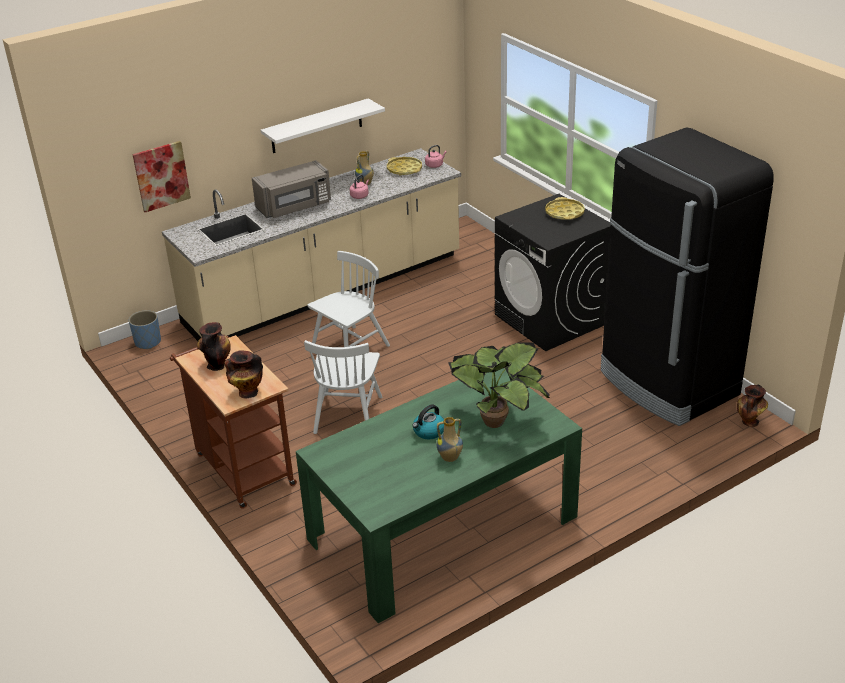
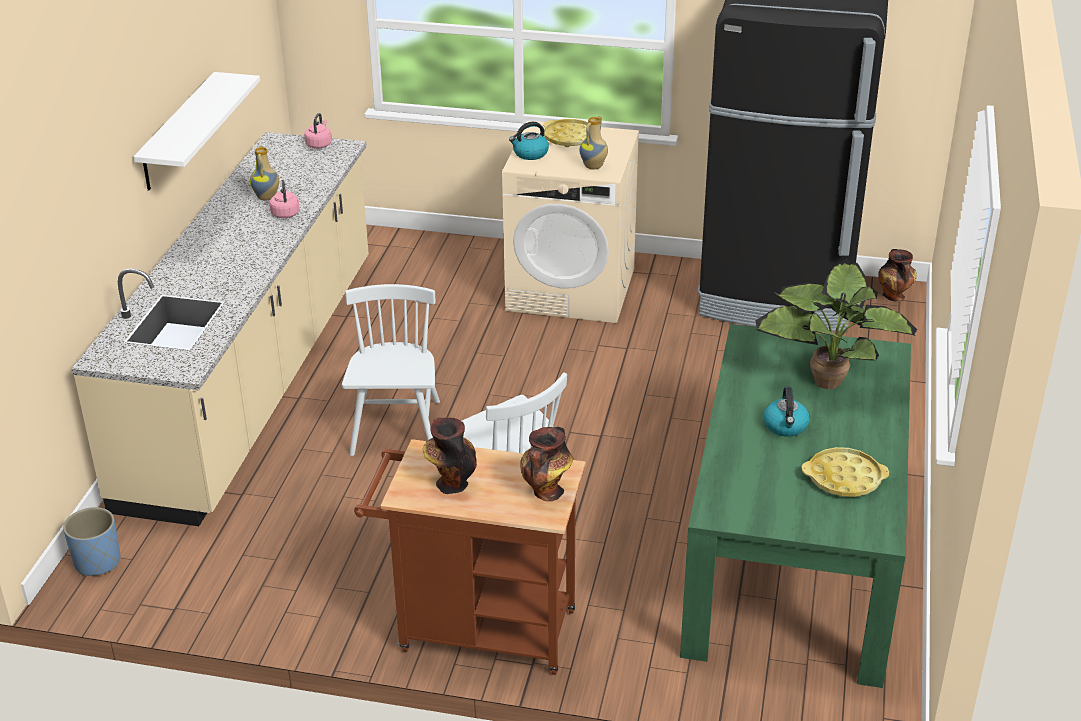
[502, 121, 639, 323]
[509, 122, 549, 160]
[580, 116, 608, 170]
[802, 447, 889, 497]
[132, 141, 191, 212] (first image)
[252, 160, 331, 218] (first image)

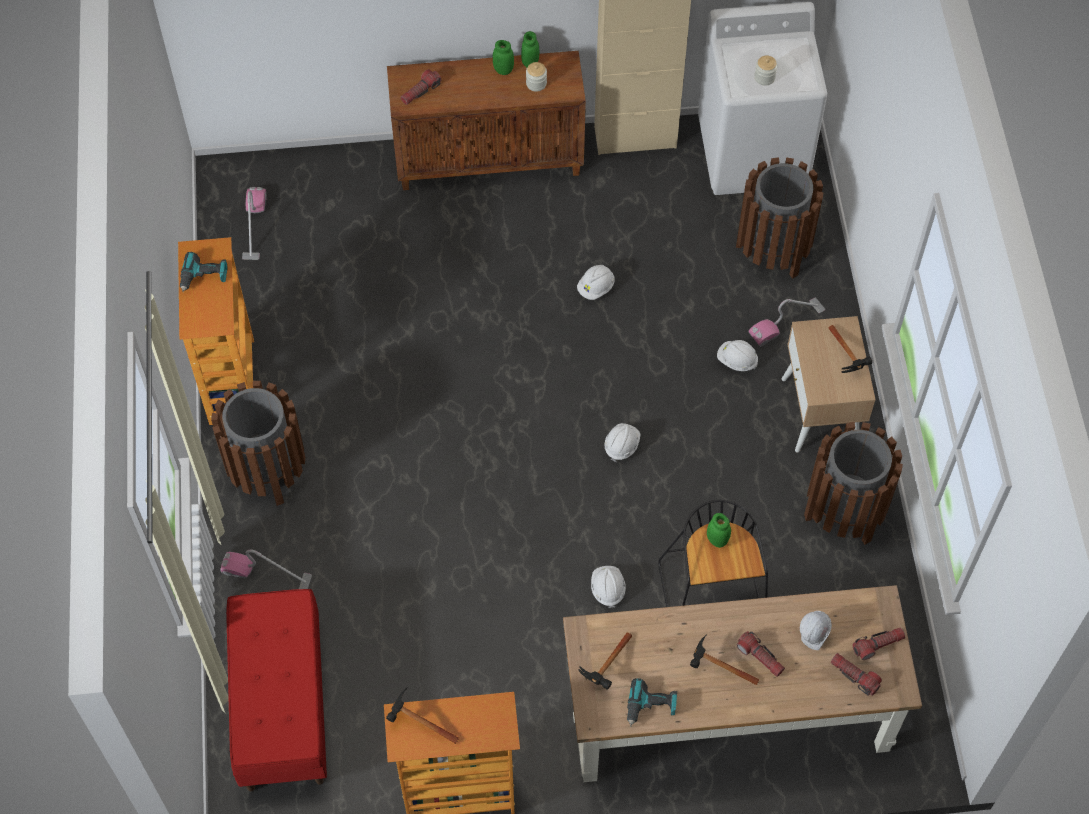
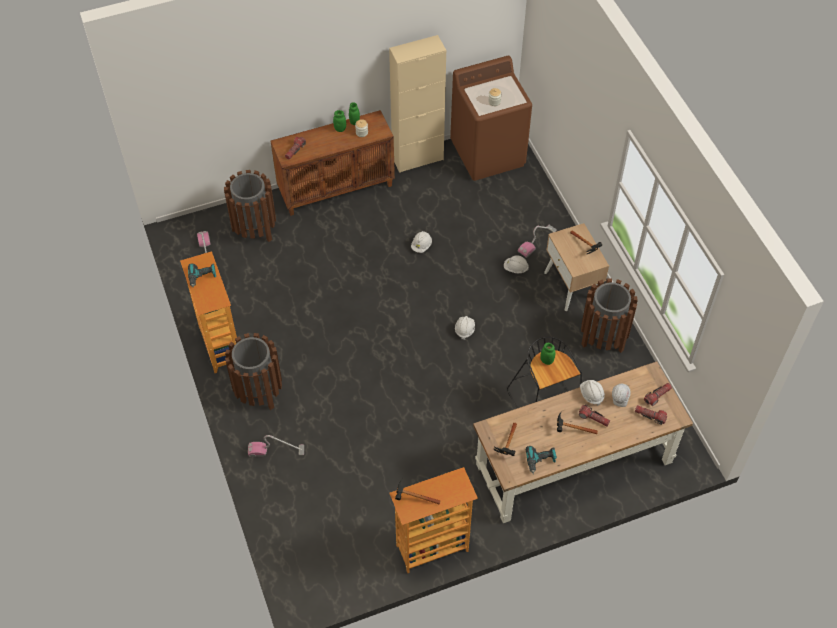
[224, 170, 276, 242]
[450, 56, 532, 181]
[580, 380, 605, 406]
[226, 589, 327, 791] (first image)

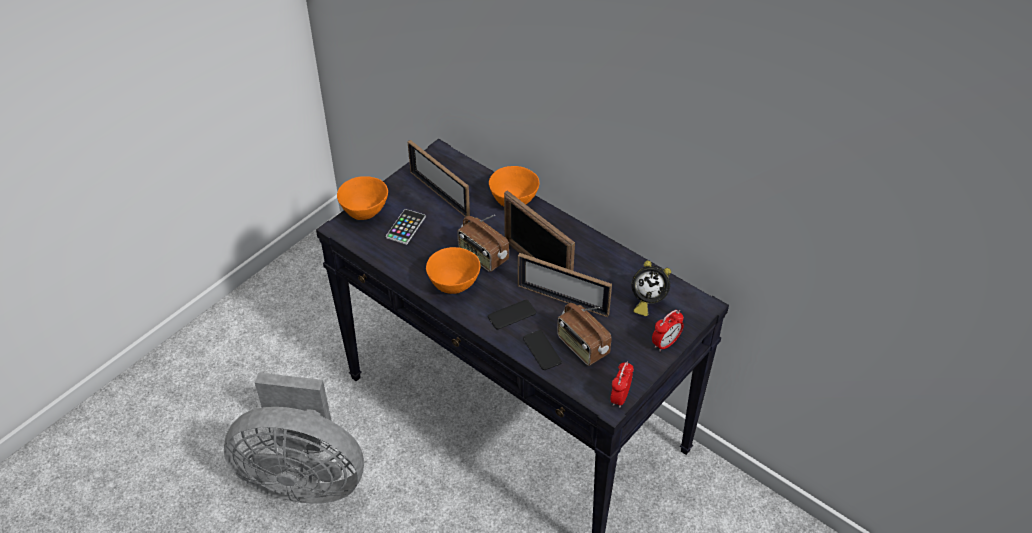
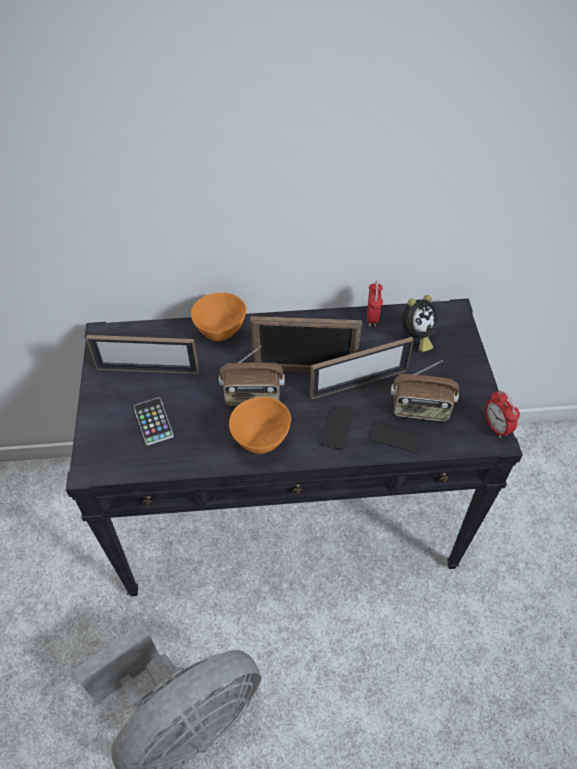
[367, 281, 383, 327]
[337, 176, 388, 220] (first image)

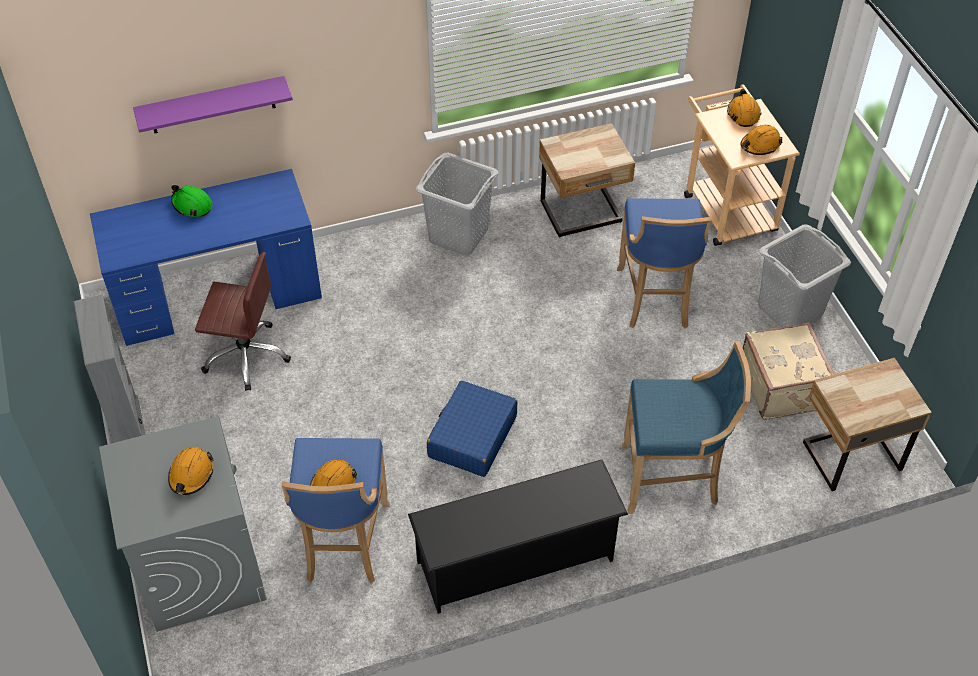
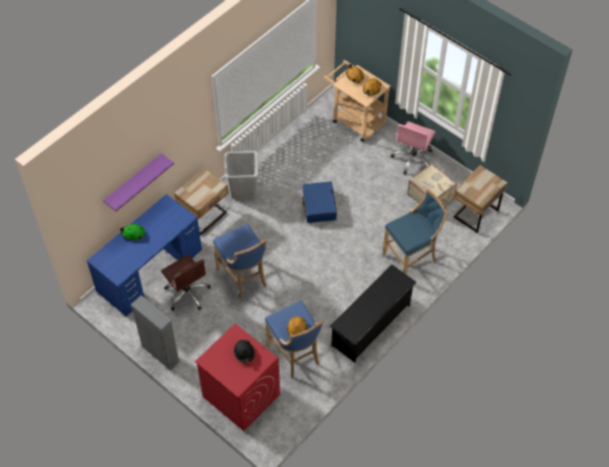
[161, 254, 211, 311]
[174, 168, 229, 235]
[195, 324, 280, 431]
[213, 224, 267, 299]
[234, 340, 255, 363]
[302, 181, 337, 223]
[391, 121, 435, 174]

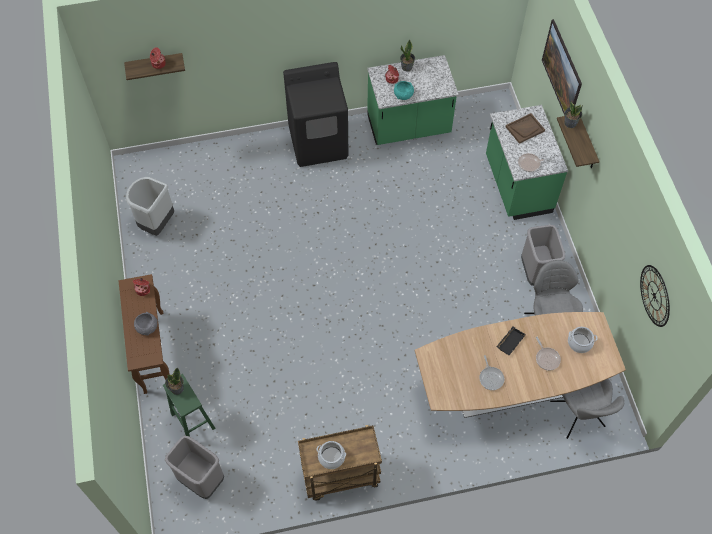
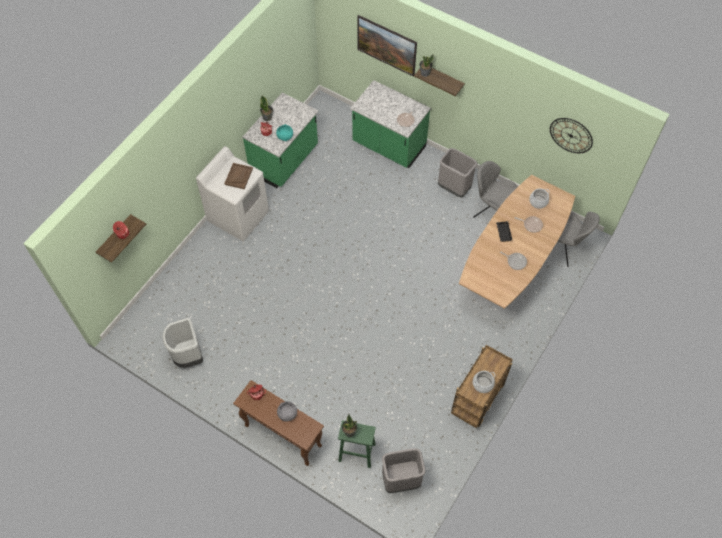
[196, 146, 269, 241]
[224, 163, 253, 189]

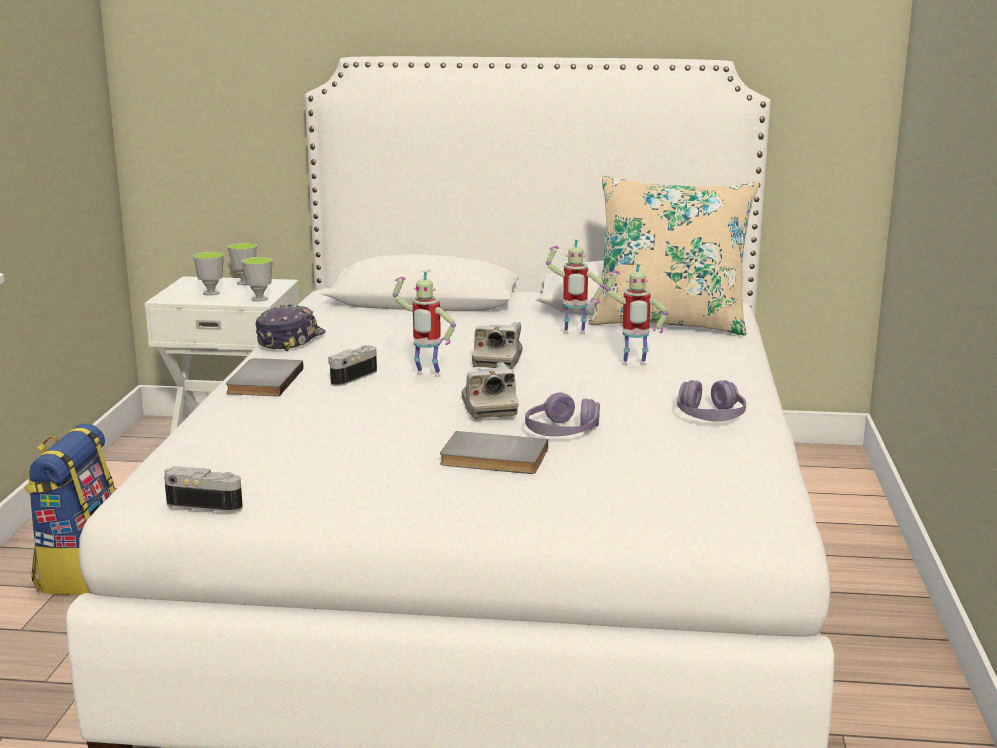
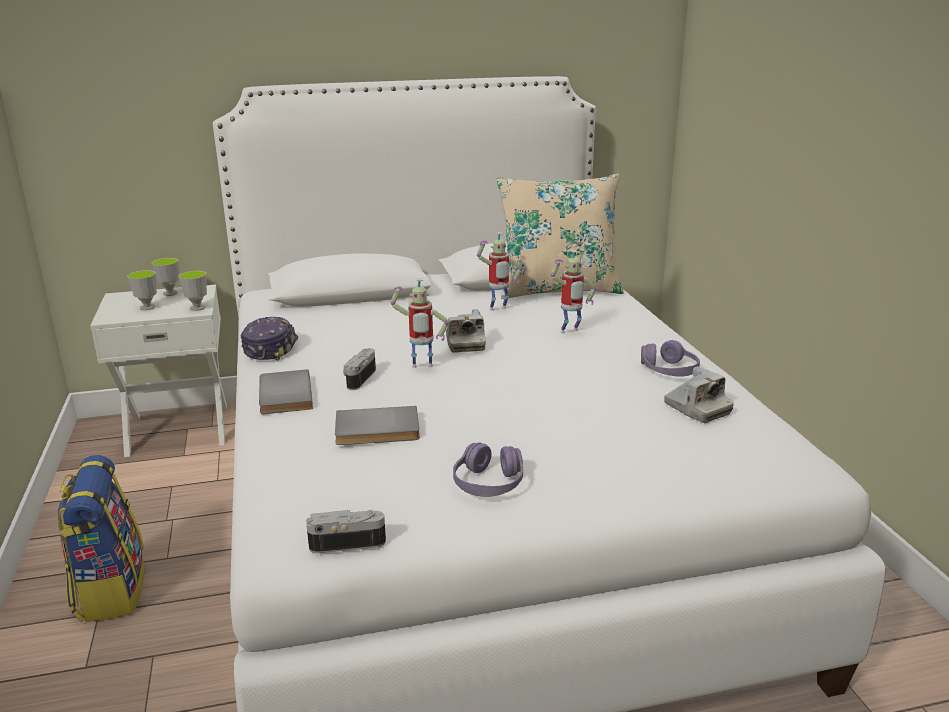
[335, 406, 420, 445]
[453, 442, 523, 497]
[664, 366, 734, 423]

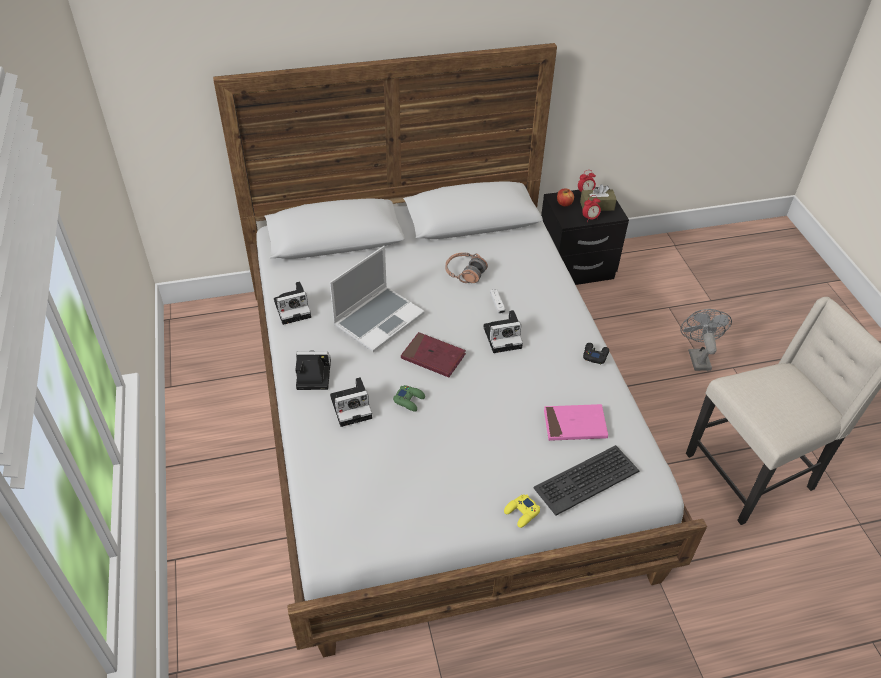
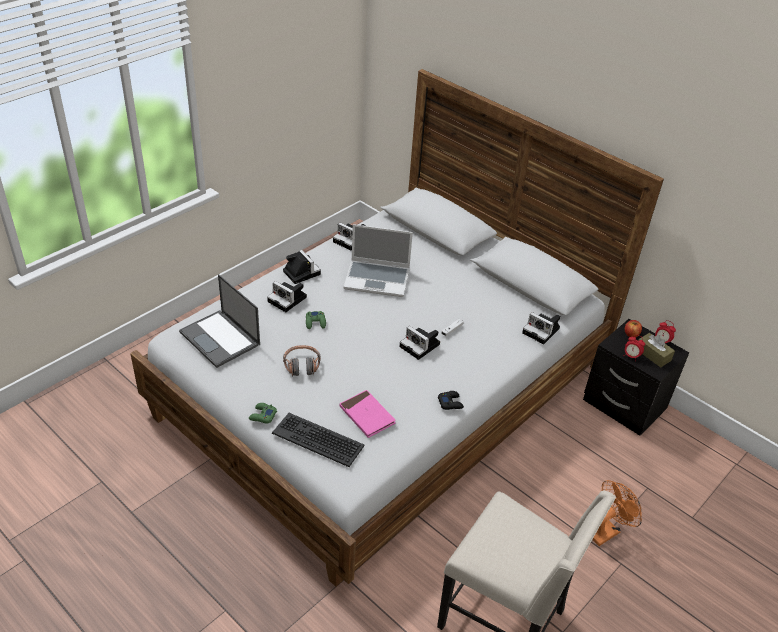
[179, 274, 260, 368]
[249, 403, 277, 424]
[283, 345, 321, 376]
[522, 312, 560, 344]
[592, 480, 642, 546]
[401, 332, 466, 378] (first image)

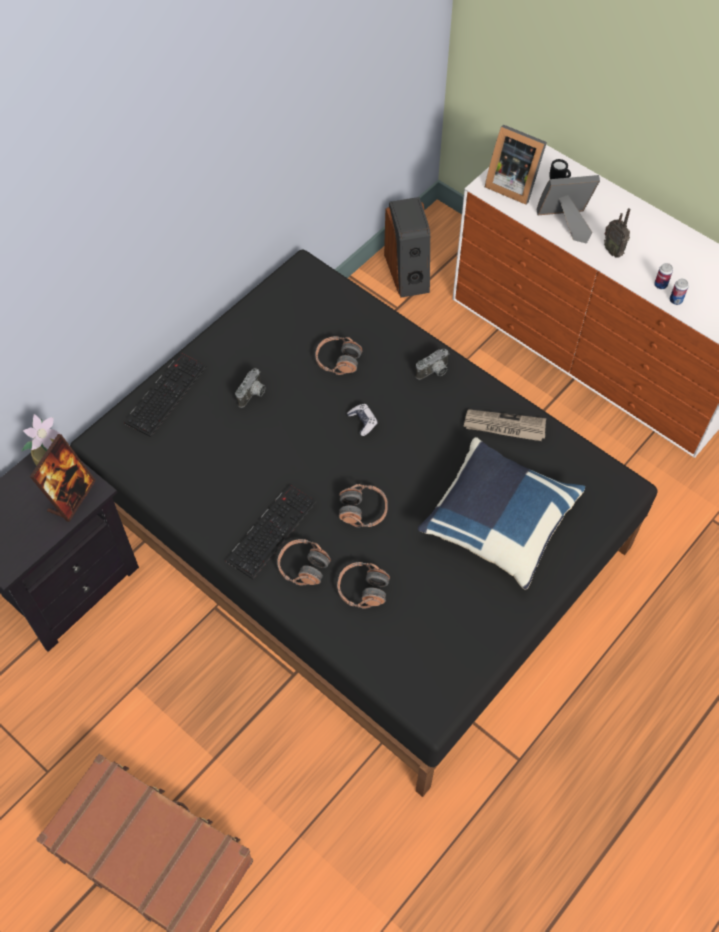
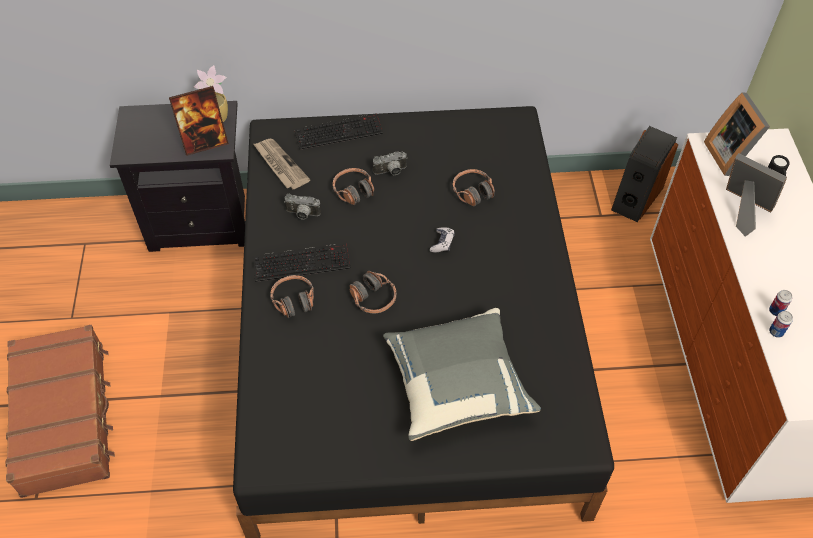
[253, 139, 310, 189]
[284, 194, 321, 219]
[333, 168, 374, 205]
[383, 308, 541, 441]
[604, 208, 630, 258] (first image)

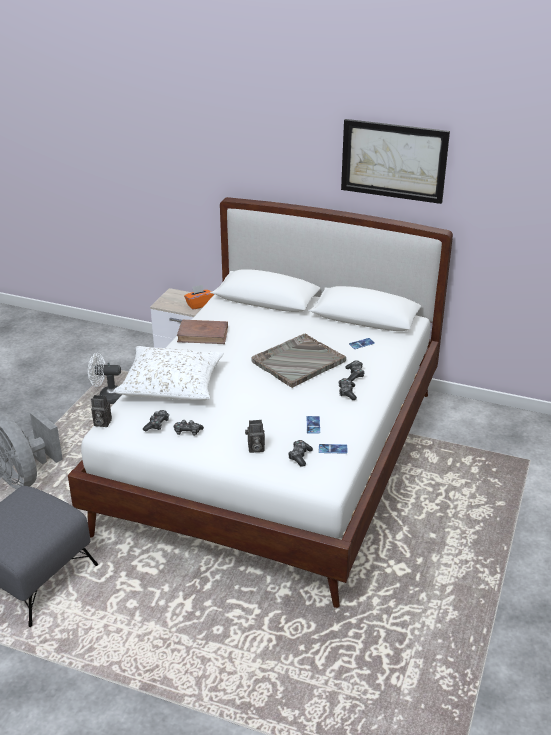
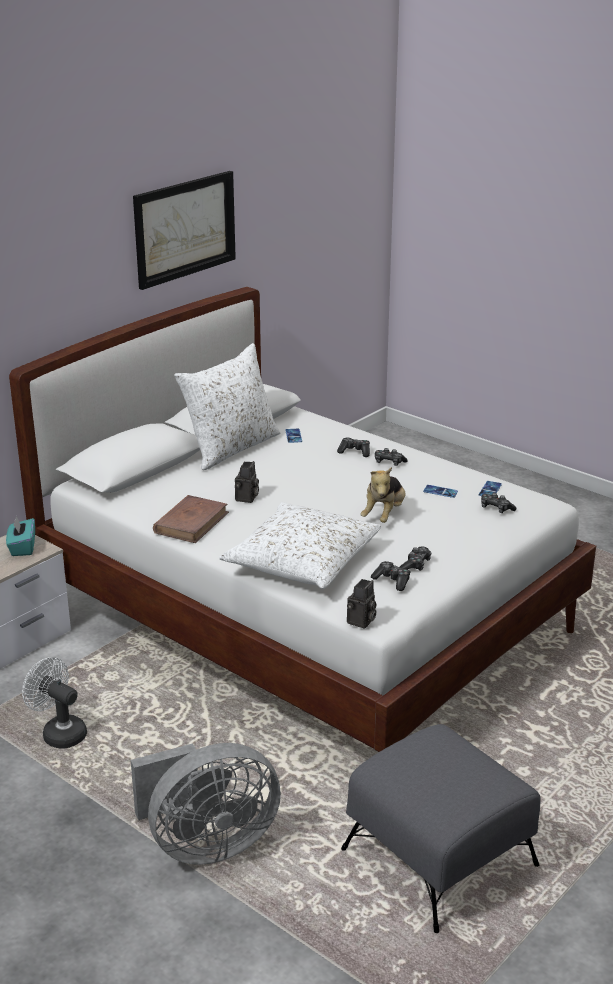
[6, 516, 35, 556]
[22, 657, 87, 748]
[174, 343, 281, 470]
[235, 461, 259, 503]
[360, 467, 406, 523]
[251, 334, 346, 388] (first image)

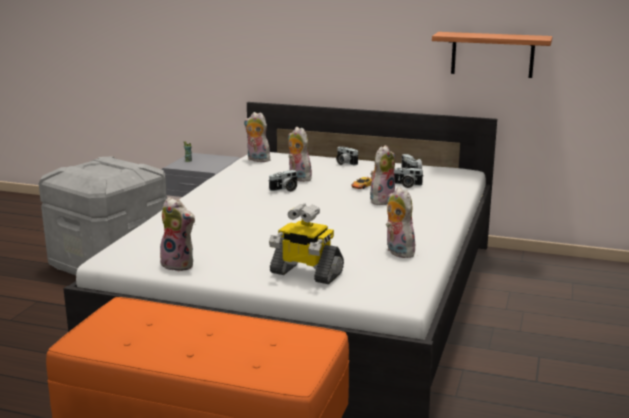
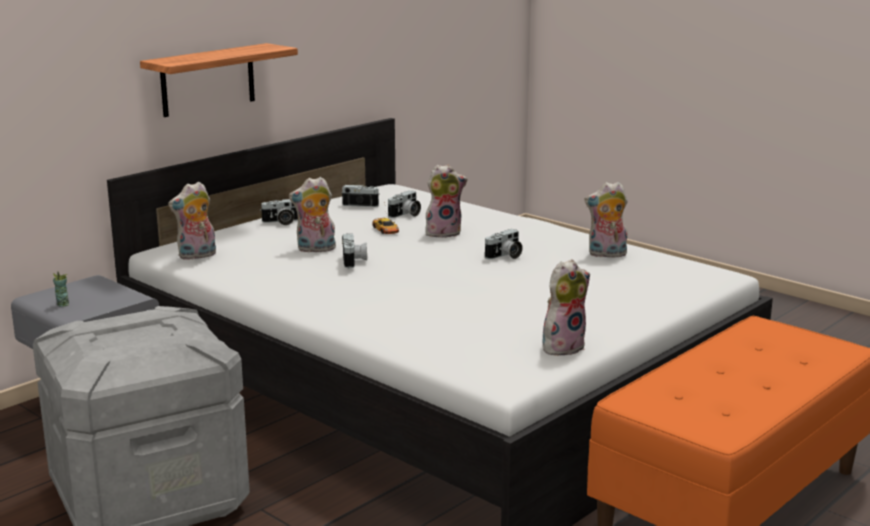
[140, 43, 298, 117]
[425, 165, 468, 238]
[485, 229, 523, 259]
[269, 203, 344, 284] (first image)

